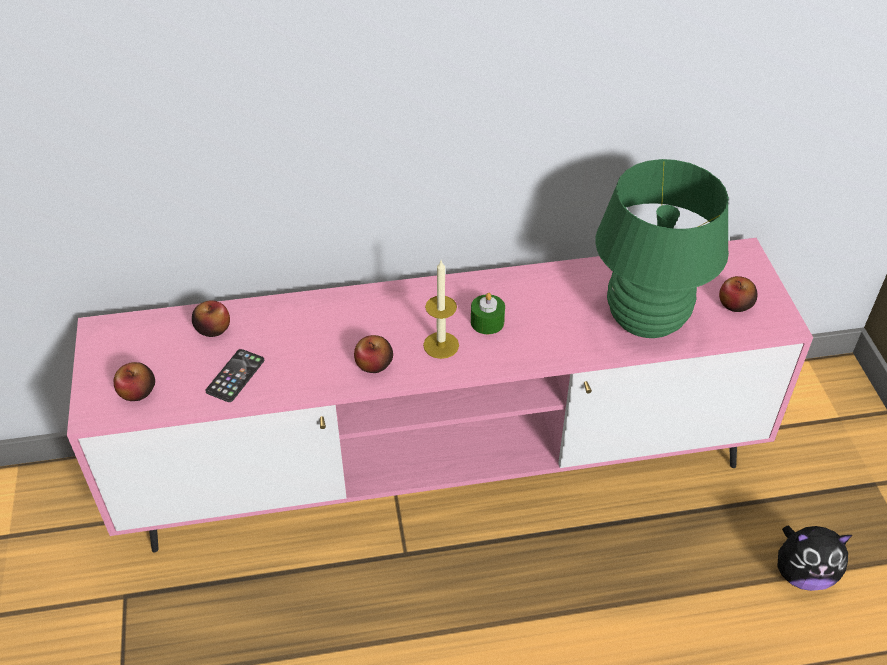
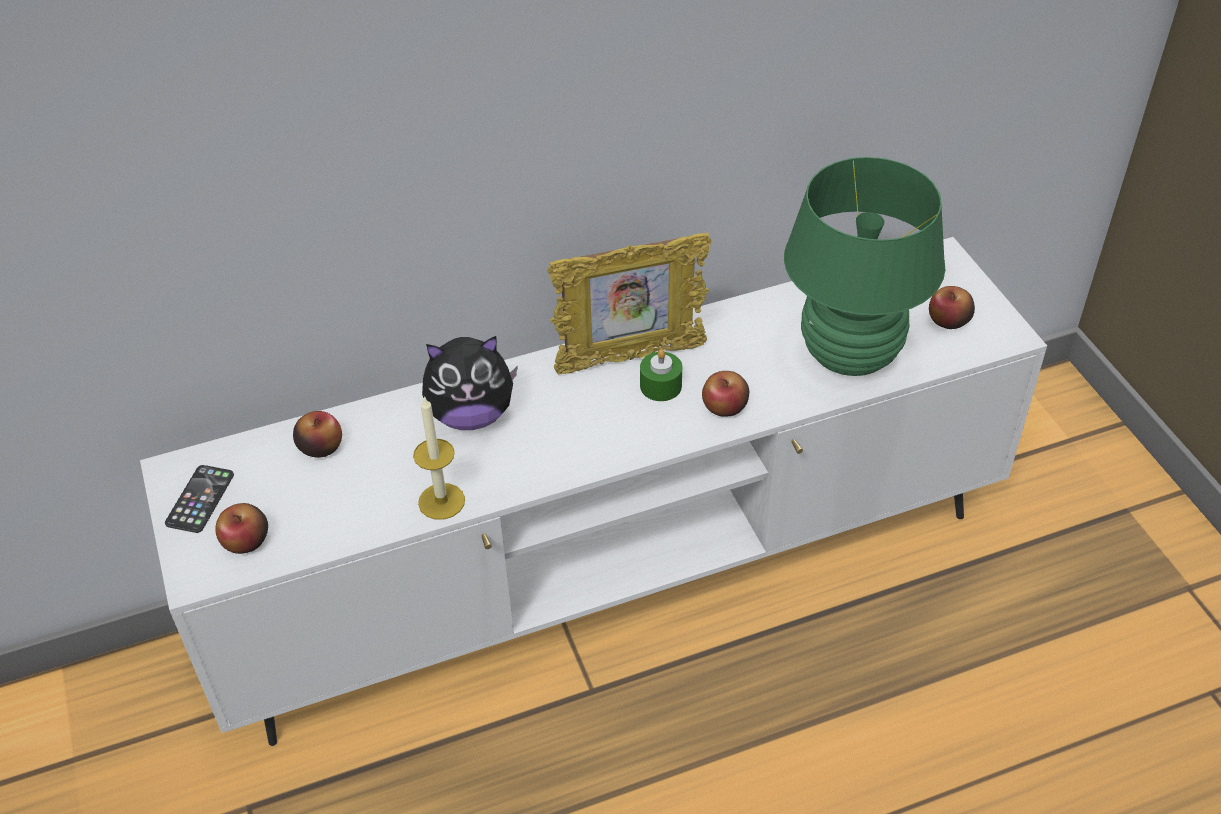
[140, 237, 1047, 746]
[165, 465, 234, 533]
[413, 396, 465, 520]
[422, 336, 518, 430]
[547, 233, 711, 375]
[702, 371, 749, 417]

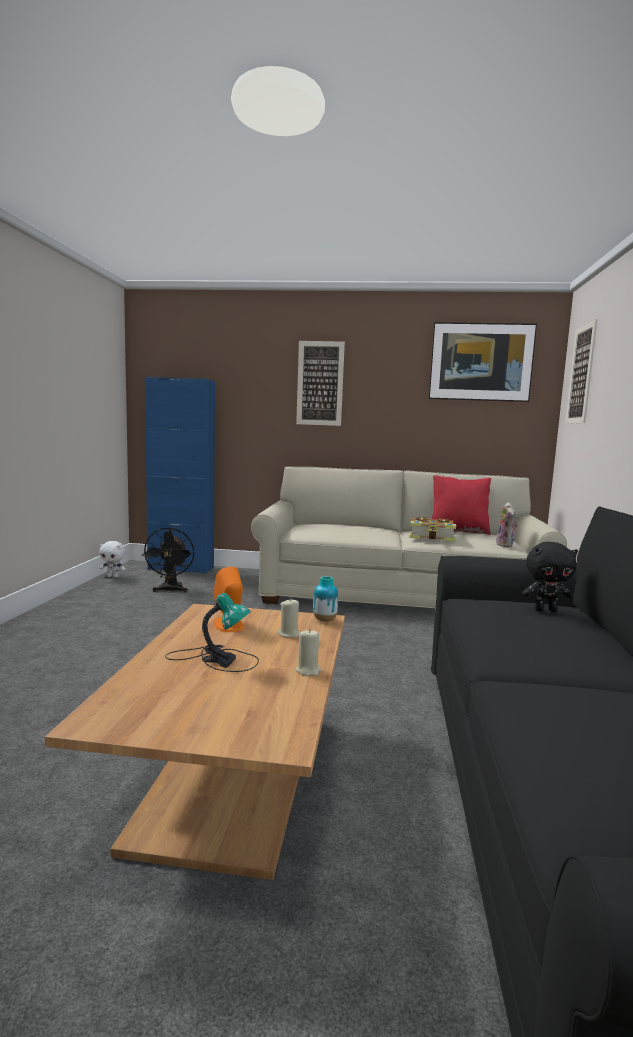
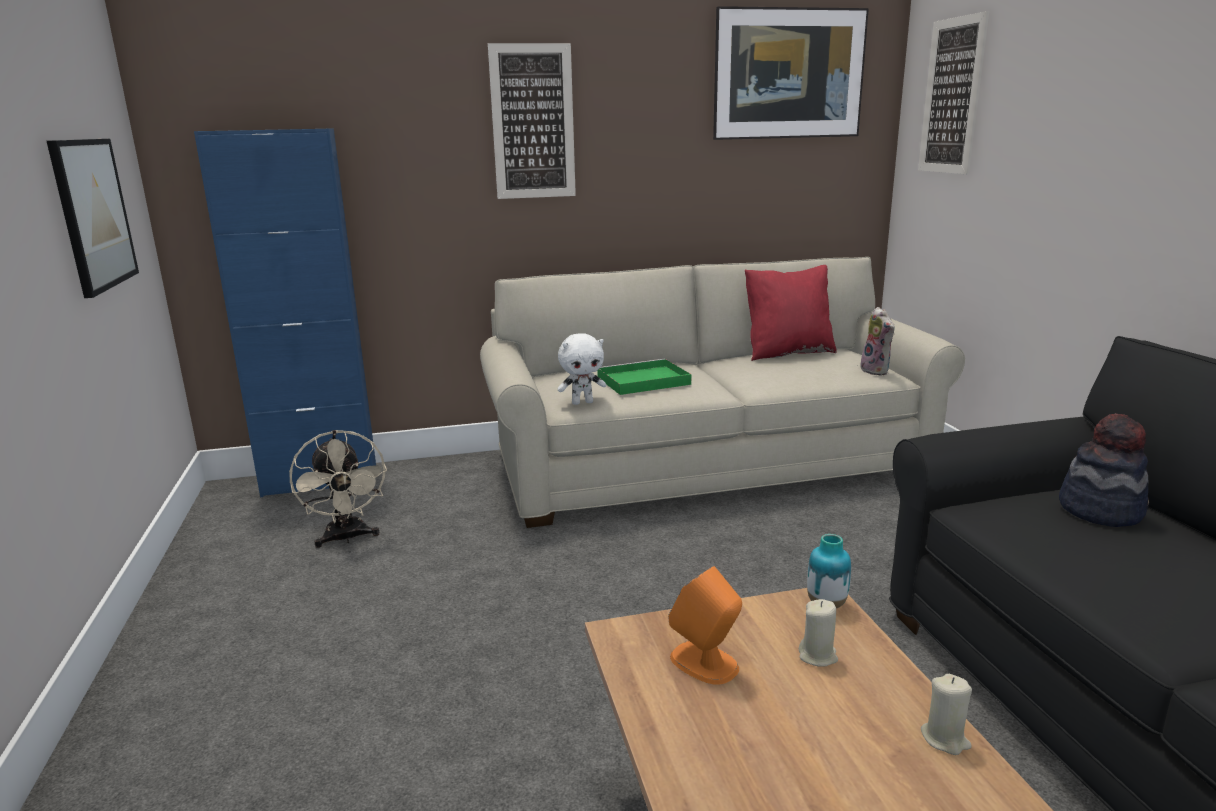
[47, 139, 139, 298]
[289, 430, 387, 548]
[558, 333, 606, 405]
[597, 359, 691, 395]
[1059, 413, 1149, 527]
[165, 593, 259, 672] (first image)
[410, 517, 456, 541] (first image)

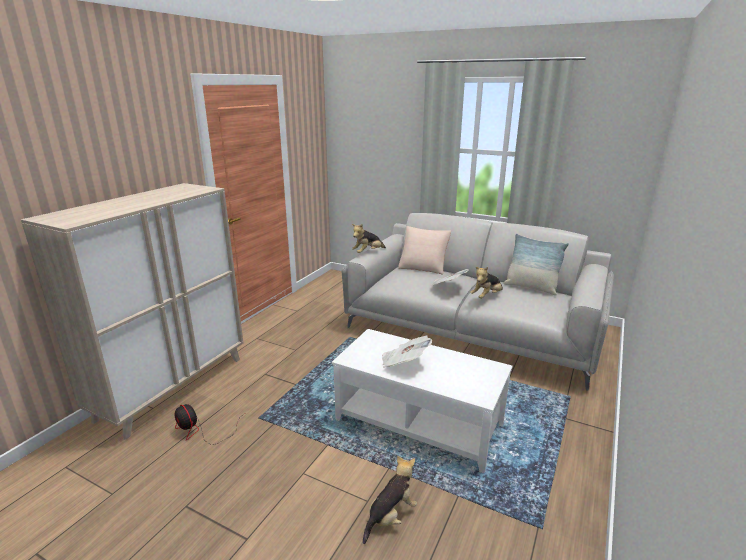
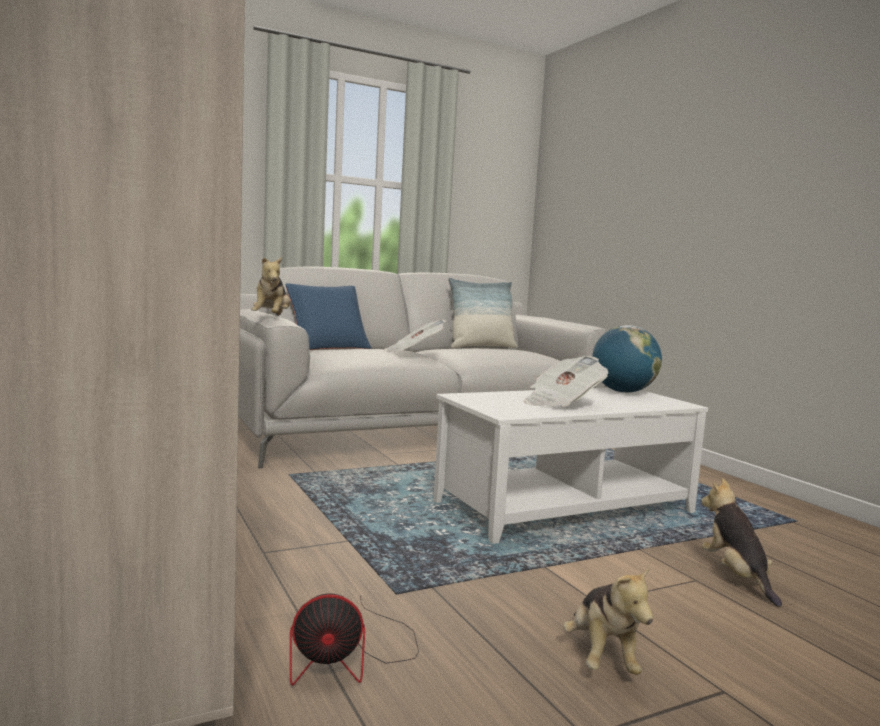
[285, 283, 371, 350]
[563, 566, 653, 675]
[592, 325, 662, 393]

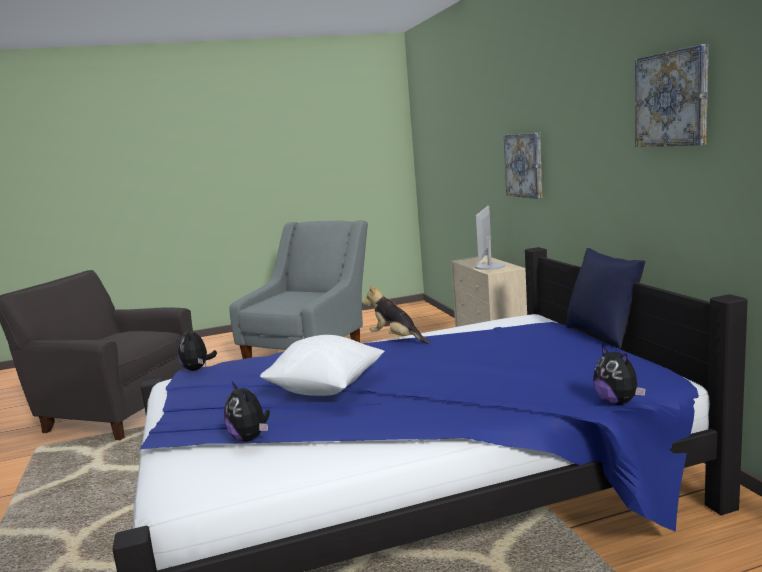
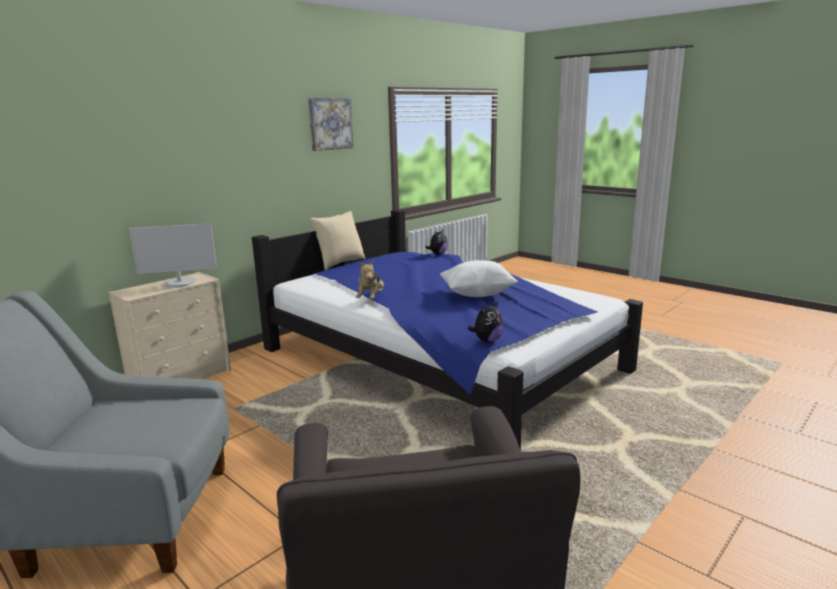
[309, 211, 366, 270]
[224, 382, 270, 442] (first image)
[504, 132, 542, 199] (first image)

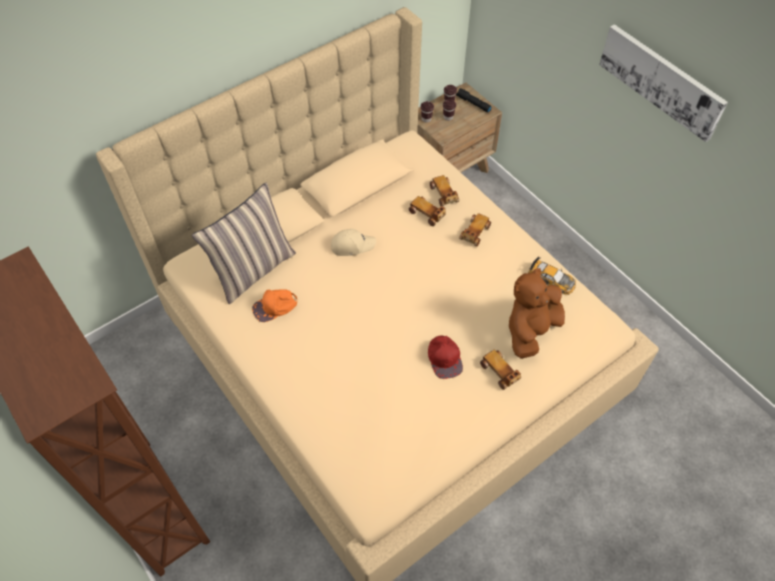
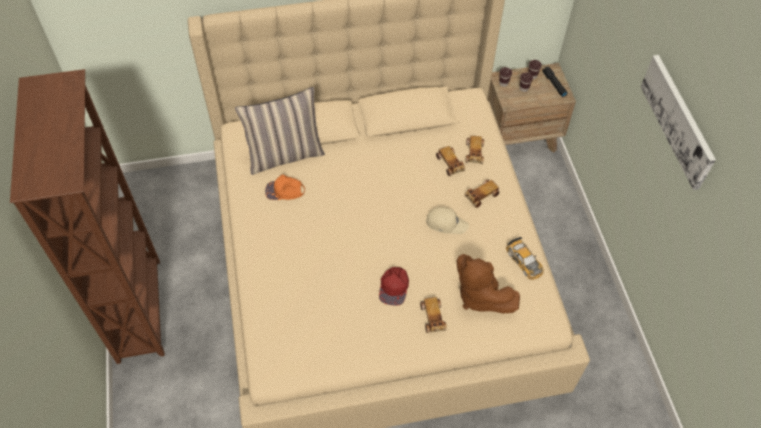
[425, 207, 469, 234]
[457, 254, 520, 313]

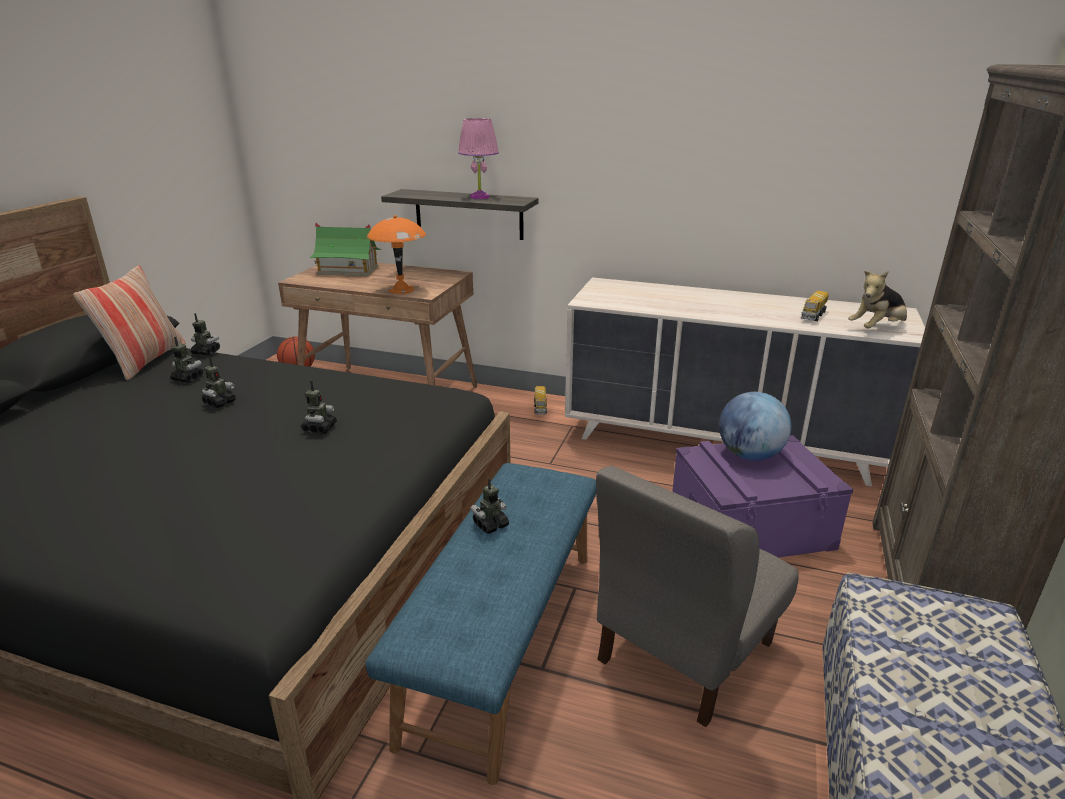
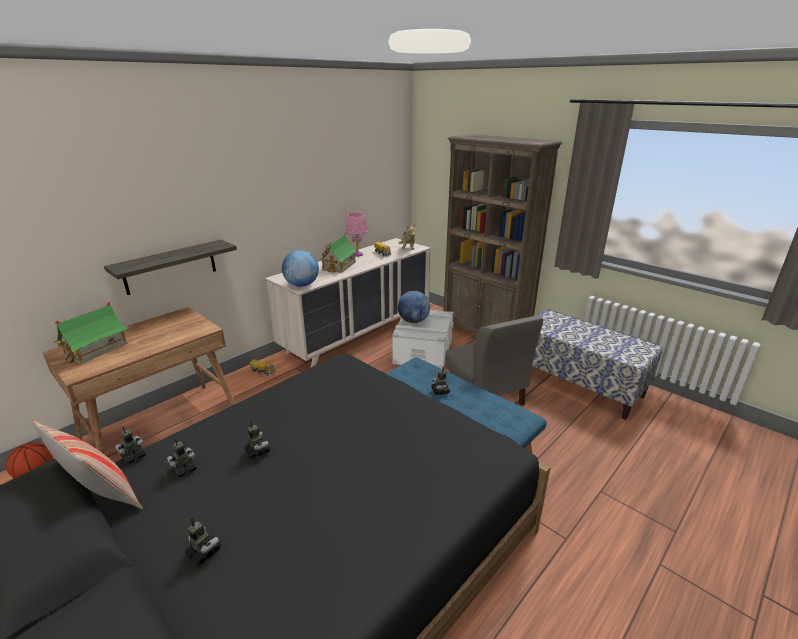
[185, 518, 221, 566]
[282, 250, 319, 287]
[320, 233, 358, 273]
[345, 213, 368, 257]
[392, 310, 454, 369]
[367, 215, 426, 294] (first image)

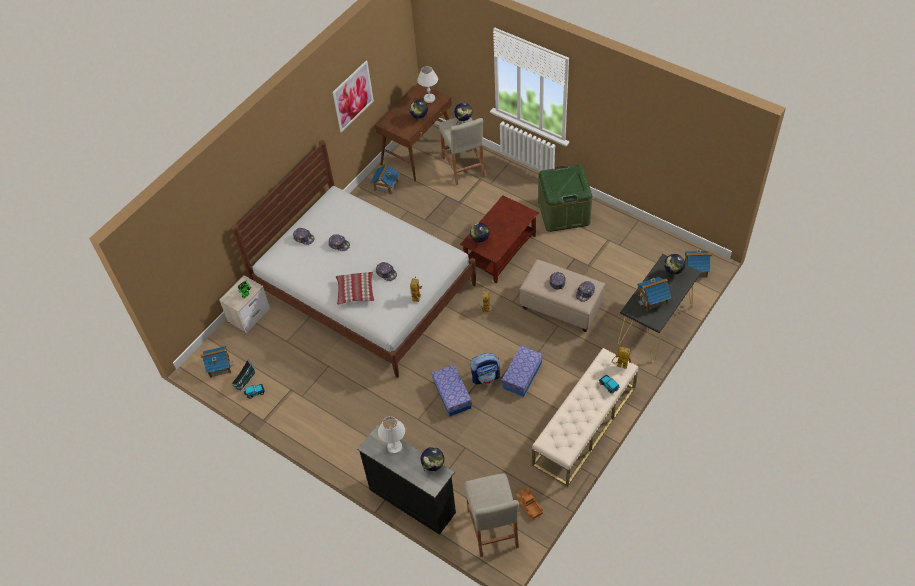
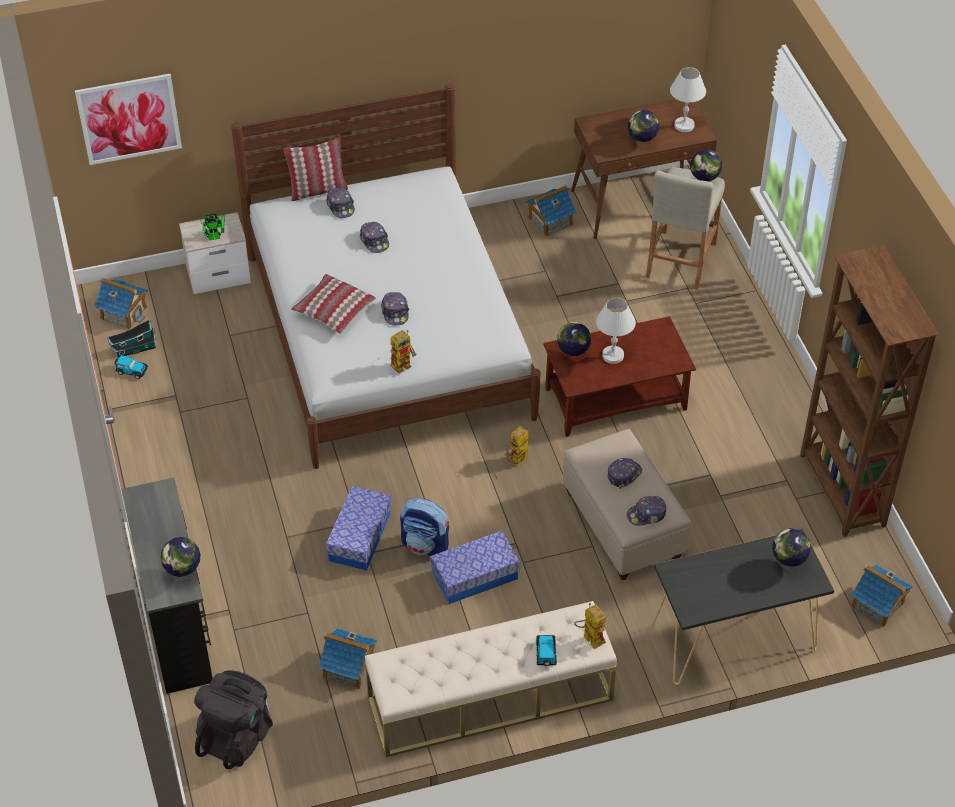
[75, 74, 182, 165]
[194, 670, 273, 769]
[284, 137, 348, 201]
[319, 628, 377, 689]
[596, 298, 636, 364]
[800, 245, 939, 537]
[516, 488, 543, 519] (first image)
[538, 165, 592, 232] (first image)

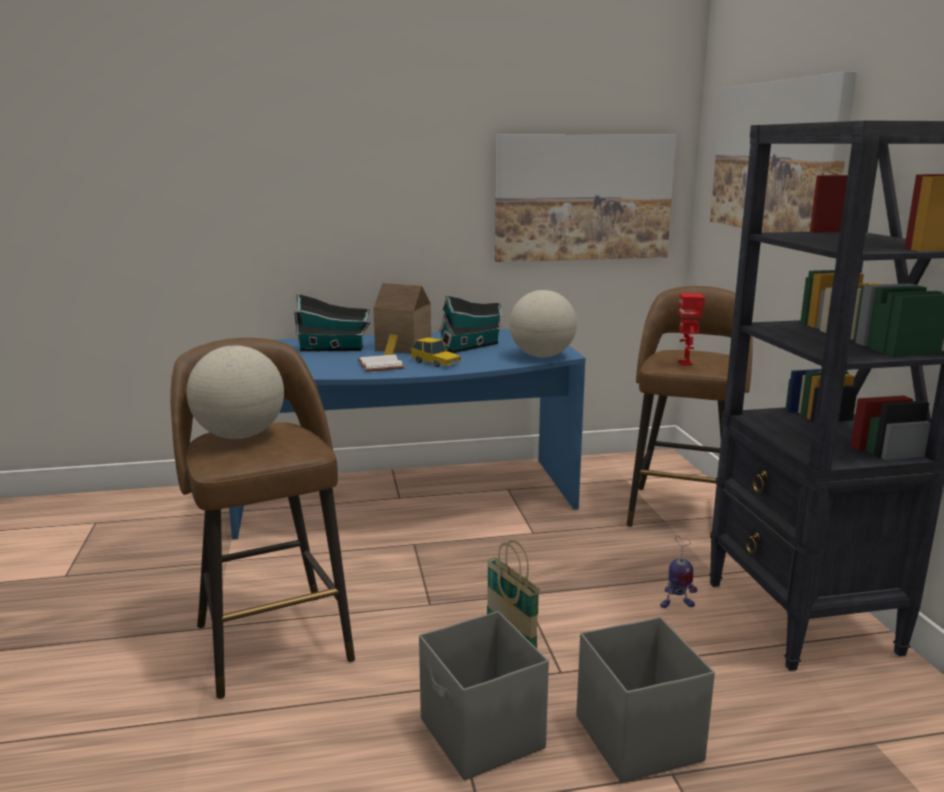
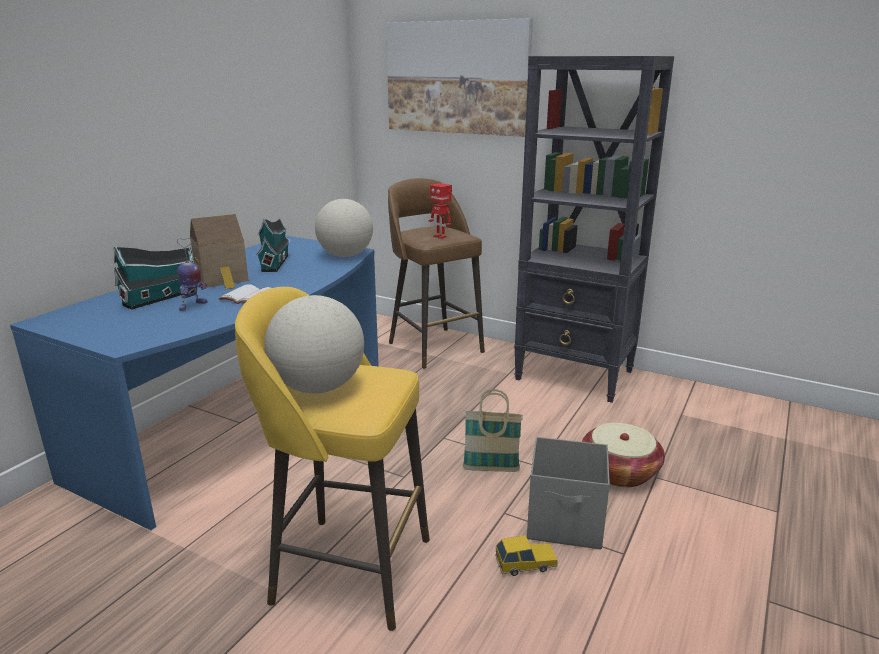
[177, 238, 208, 311]
[235, 287, 430, 631]
[495, 535, 558, 576]
[582, 423, 665, 487]
[495, 134, 676, 262] (first image)

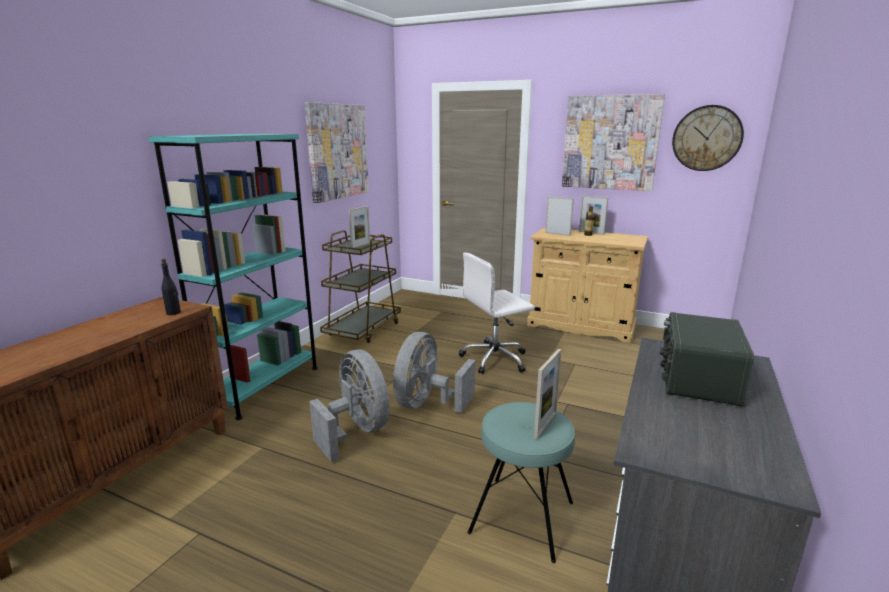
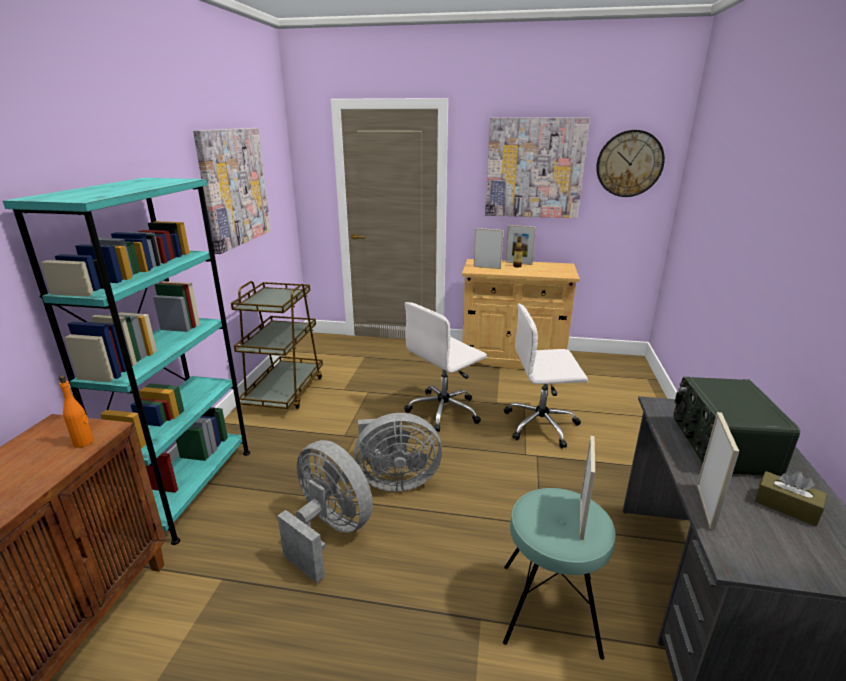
[59, 375, 94, 448]
[354, 413, 442, 492]
[504, 303, 588, 448]
[697, 412, 739, 530]
[755, 471, 827, 526]

